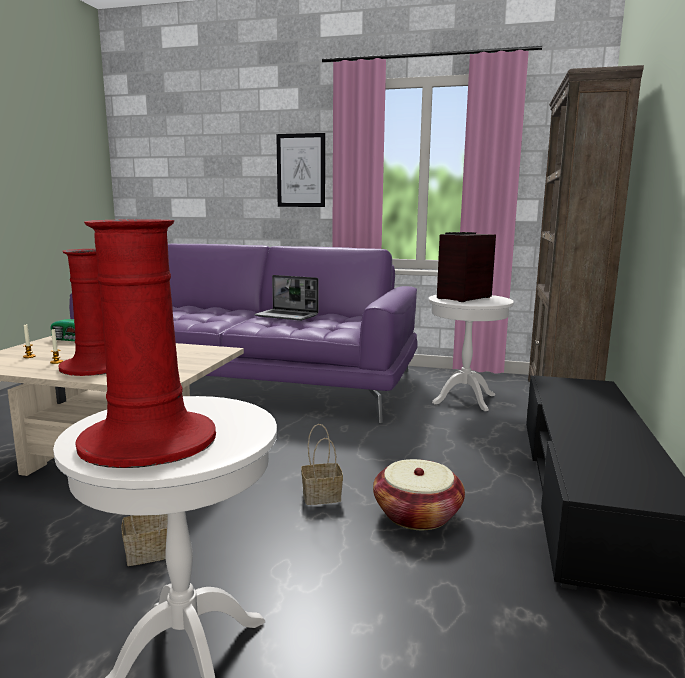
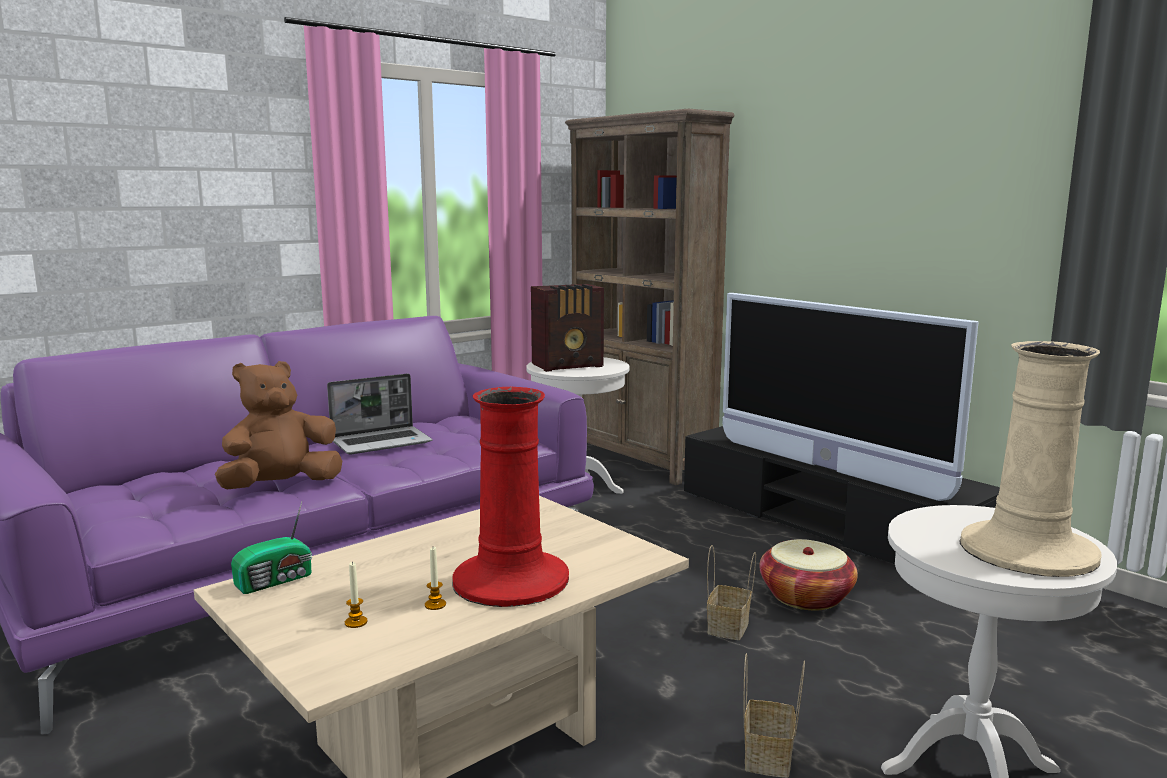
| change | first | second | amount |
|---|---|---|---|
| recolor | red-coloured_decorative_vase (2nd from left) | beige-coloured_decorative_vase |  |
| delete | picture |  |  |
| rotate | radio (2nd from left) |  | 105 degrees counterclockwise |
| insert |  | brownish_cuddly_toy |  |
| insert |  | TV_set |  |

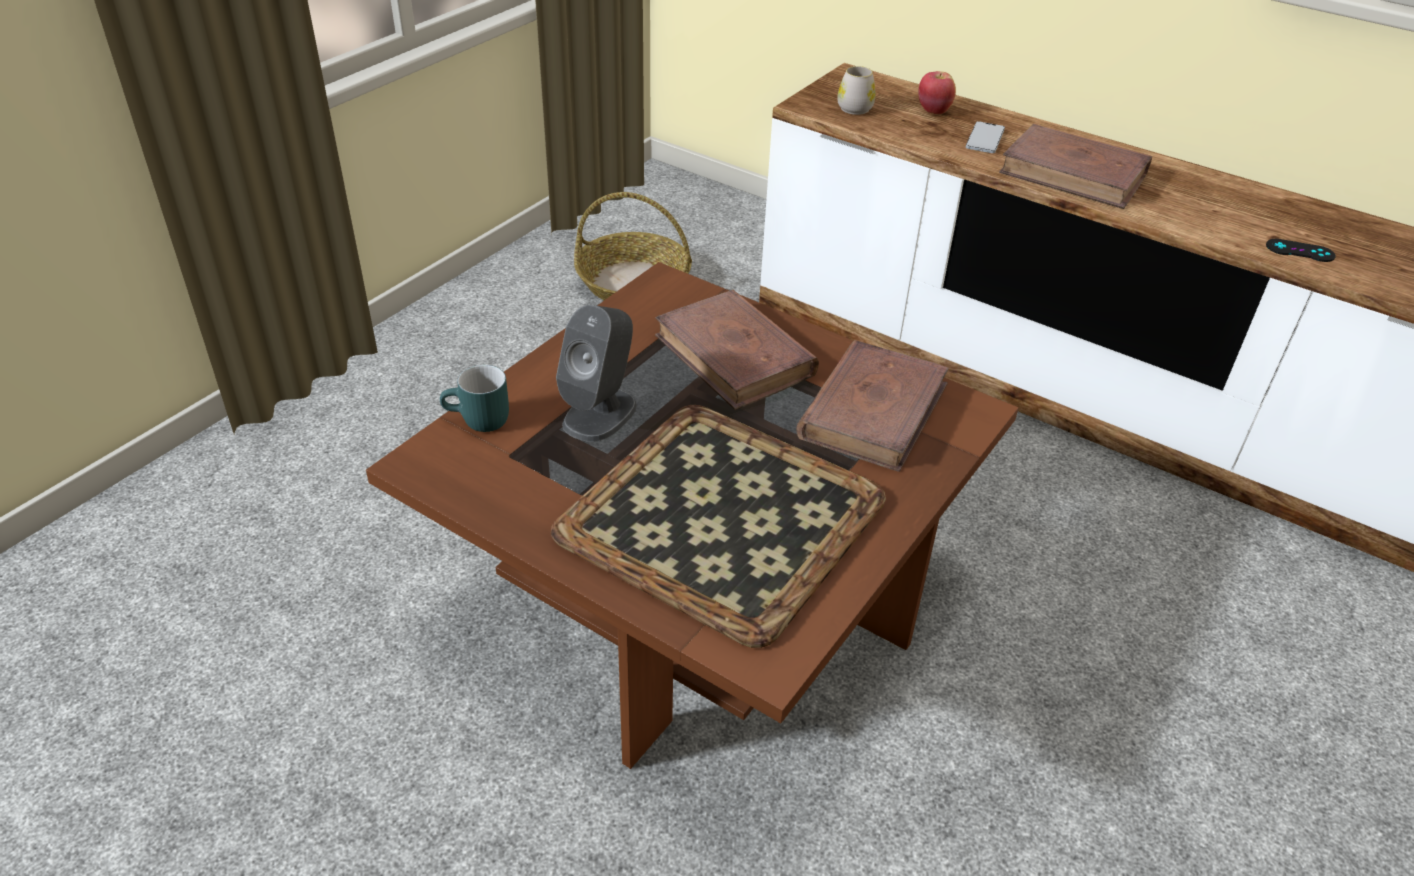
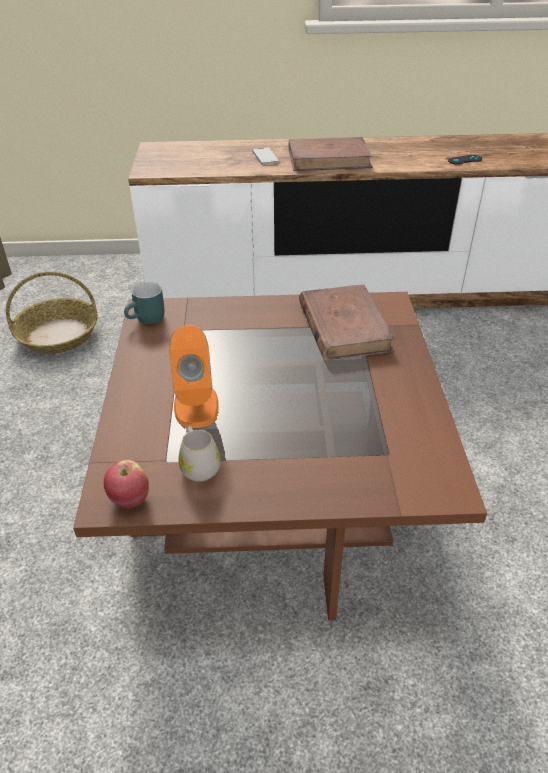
| change | first | second | amount |
|---|---|---|---|
| move | blue-green_mug |  |  |
| delete | serving_tray |  |  |
| recolor | gray_audio_speaker | orange-coloured_audio_speaker |  |
| delete | brownish_book (1st from left) |  |  |
| move | white_mug |  |  |
| move | apple |  |  |

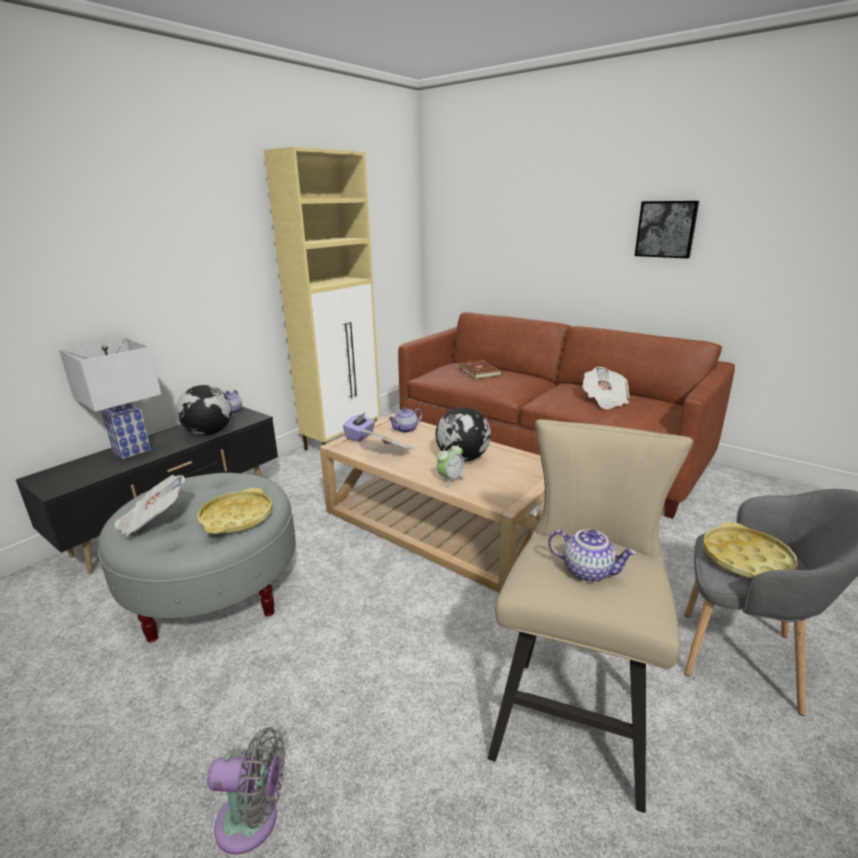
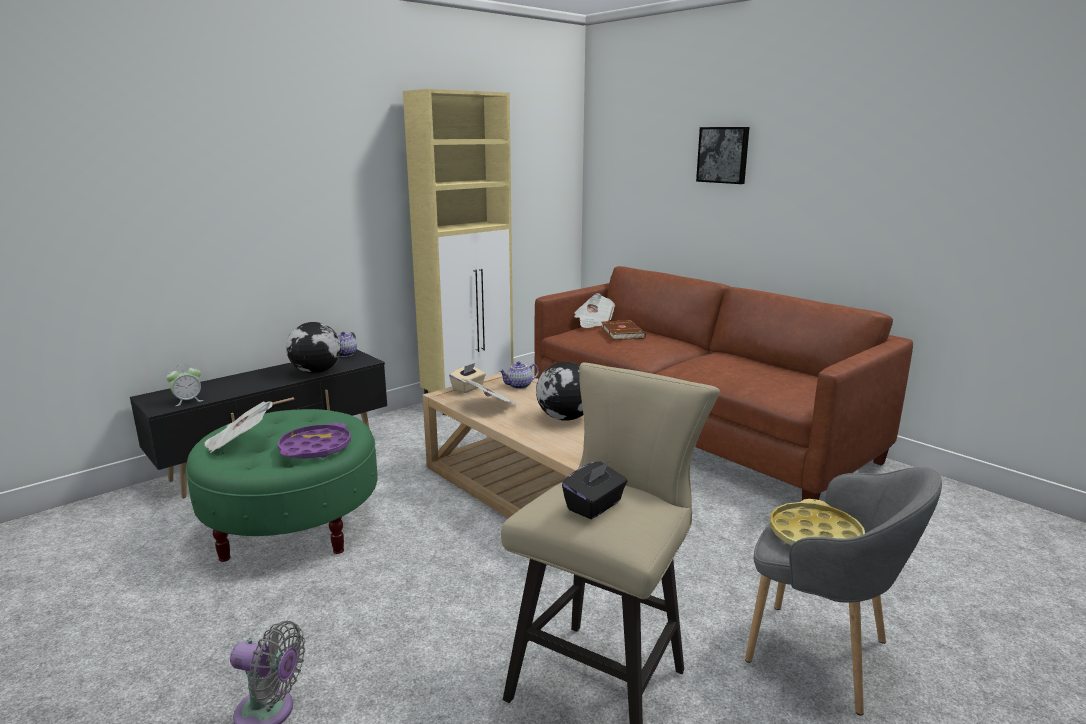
| change | first | second | amount |
|---|---|---|---|
| delete | white_table_lamp |  |  |
| recolor | gray_pouffe | greenish_pouffe |  |
| recolor | yellow-coloured_serving_tray (1st from left) | purple_serving_tray |  |
| recolor | purple_tissue_box | beige-coloured_tissue_box |  |
| move | table_clock |  |  |
| replace | pot_for_tea (3rd from left) | blackish_tissue_box |  |
| move | daily_paper (3rd from left) |  |  |
| move | picture |  |  |

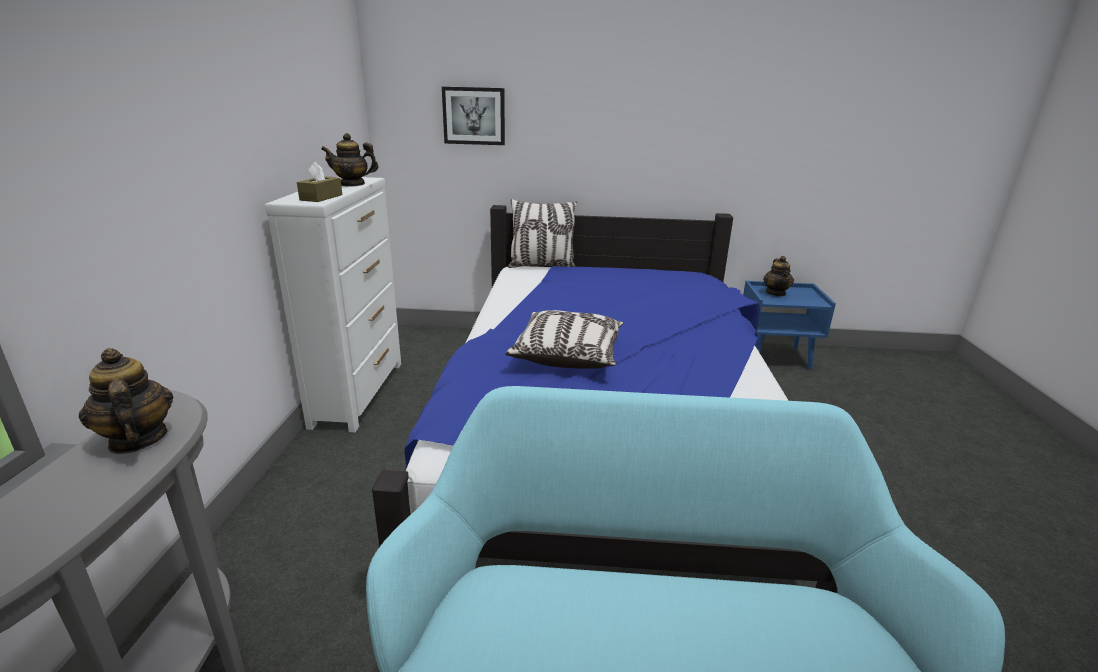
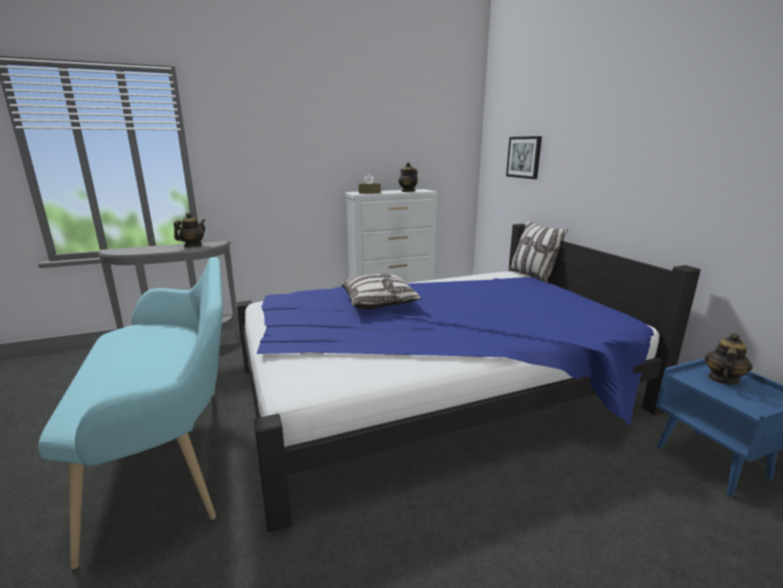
| change | first | second | amount |
|---|---|---|---|
| rotate | pot_for_tea (3rd from left) |  | 150 degrees clockwise |

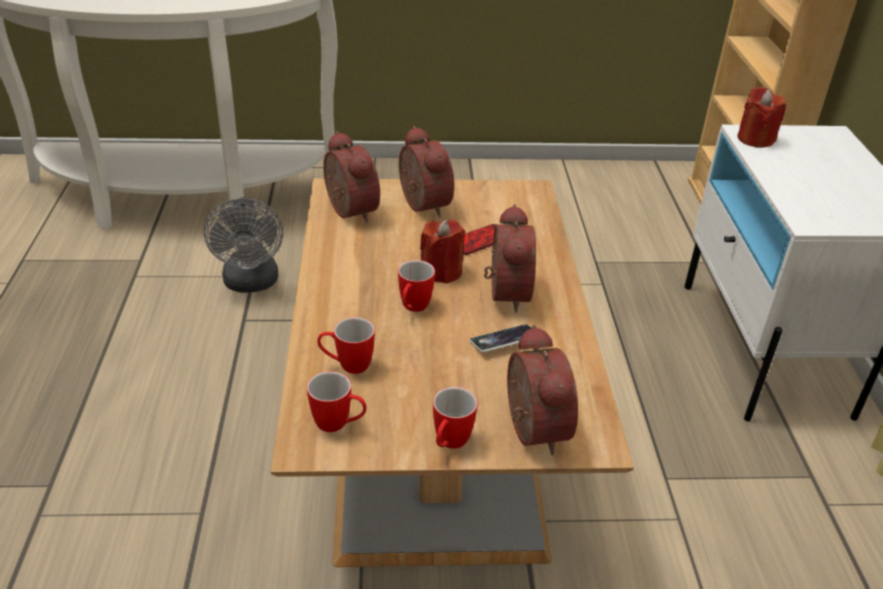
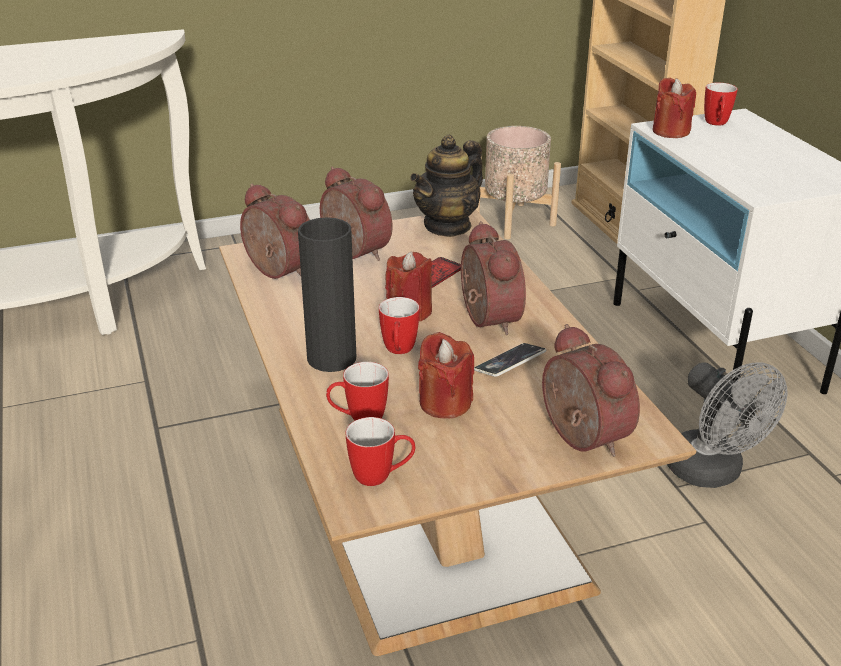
| change | first | second | amount |
|---|---|---|---|
| move | gray_electric_fan |  |  |
| move | mug (4th from left) |  |  |
| insert |  | blackish_decorative_vase |  |
| insert |  | pot_for_tea |  |
| insert |  | red-coloured_wax_light (2nd from left) |  |
| insert |  | beige-coloured_flower_pot |  |

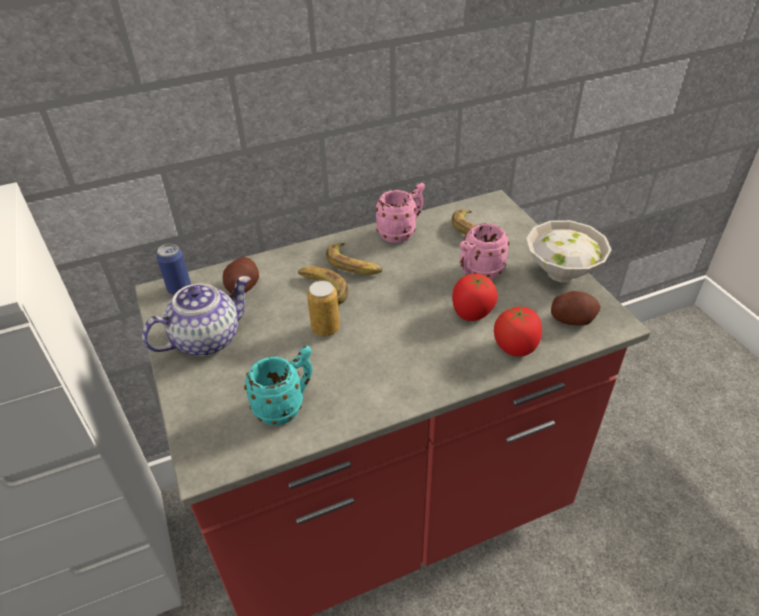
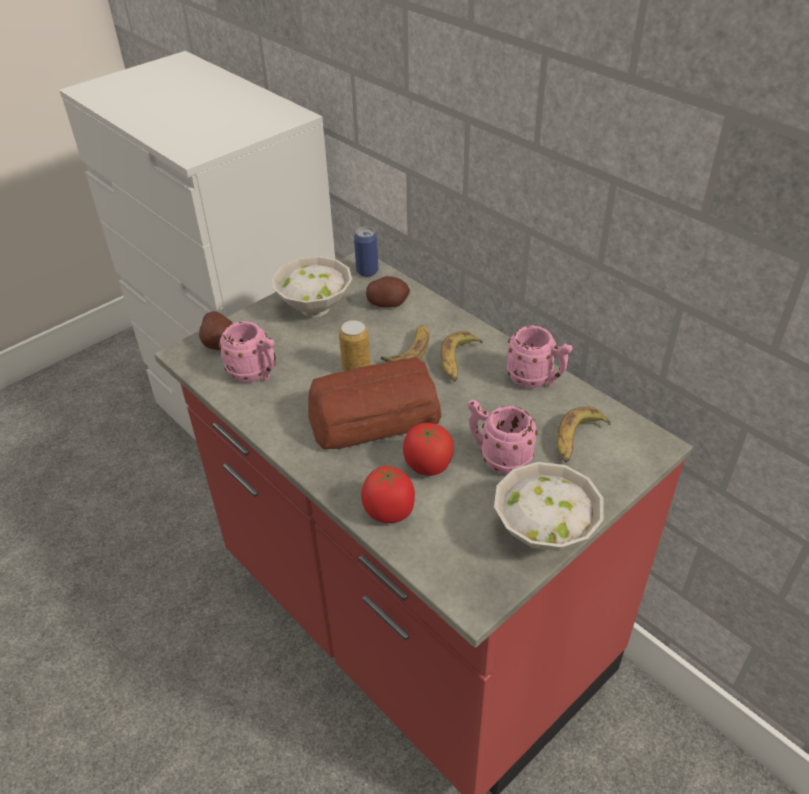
| change | first | second | amount |
|---|---|---|---|
| replace | pot_for_tea | white_bowl (1st from left) |  |
| recolor | blue-green_mug | pink-coloured_mug (1st from left) |  |
| move | spud (2nd from left in the first image) | spud (1st from left) |  |
| insert |  | baked_bread |  |

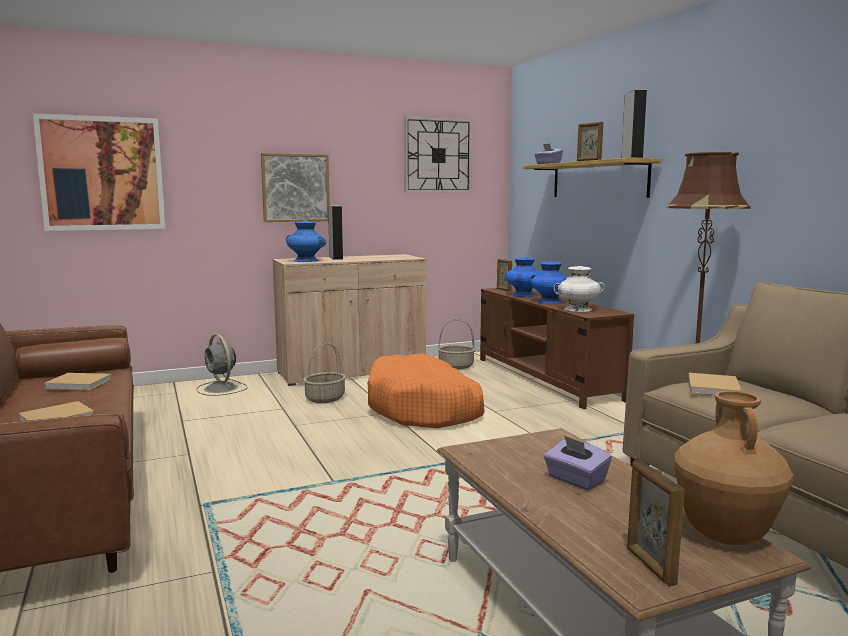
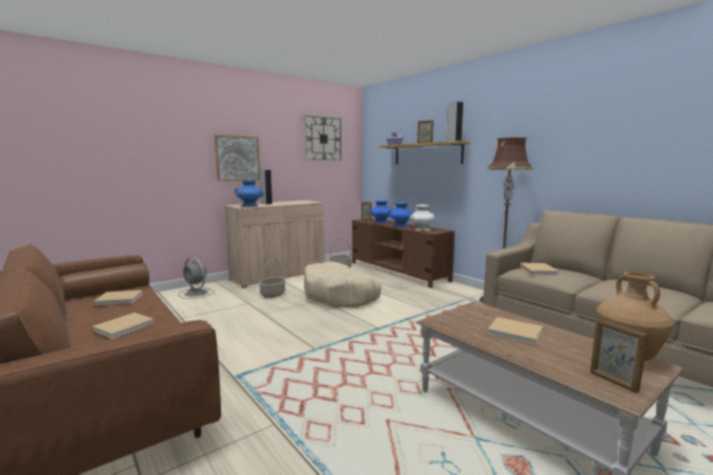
| change | first | second | amount |
|---|---|---|---|
| delete | picture (1st from left) |  |  |
| recolor | orange-coloured_dog_cushion | beige-coloured_dog_cushion |  |
| replace | purple_tissue_box (2nd from left) | beige-coloured_book (3rd from left) |  |

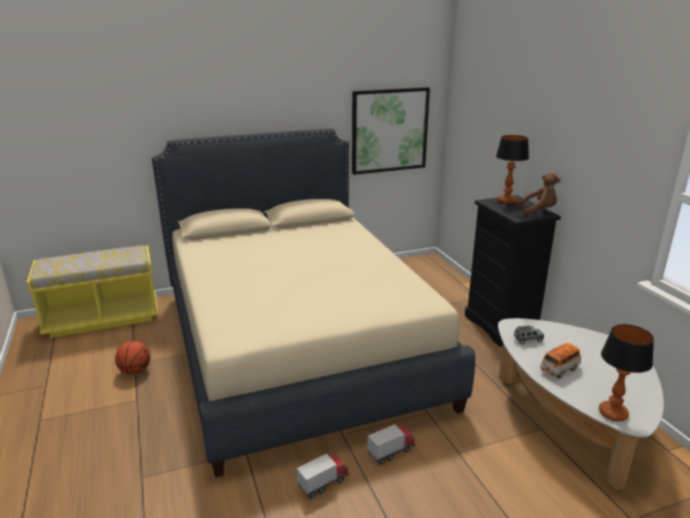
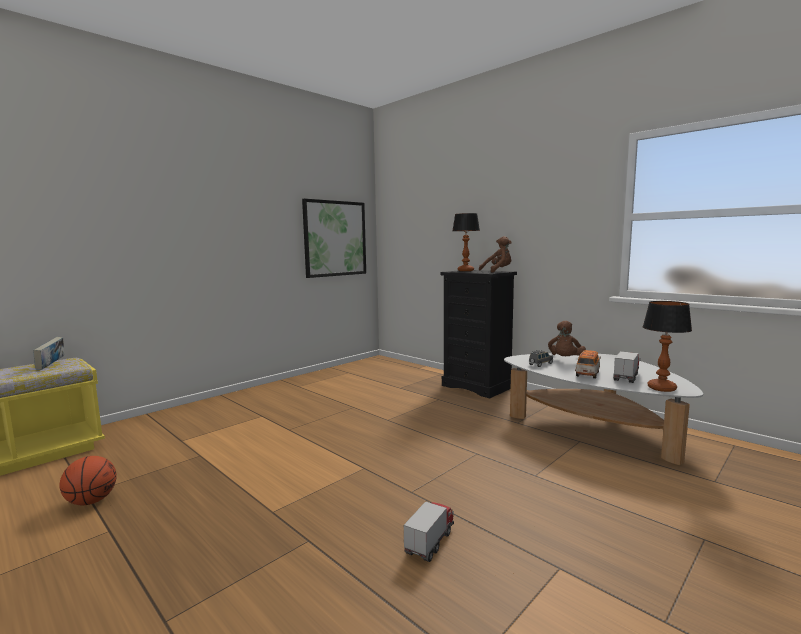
| change | first | second | amount |
|---|---|---|---|
| delete | beige-coloured_bed |  |  |
| move | toy_truck (2nd from left) |  |  |
| insert |  | book |  |
| insert |  | brownish_cuddly_toy (2nd from left) |  |

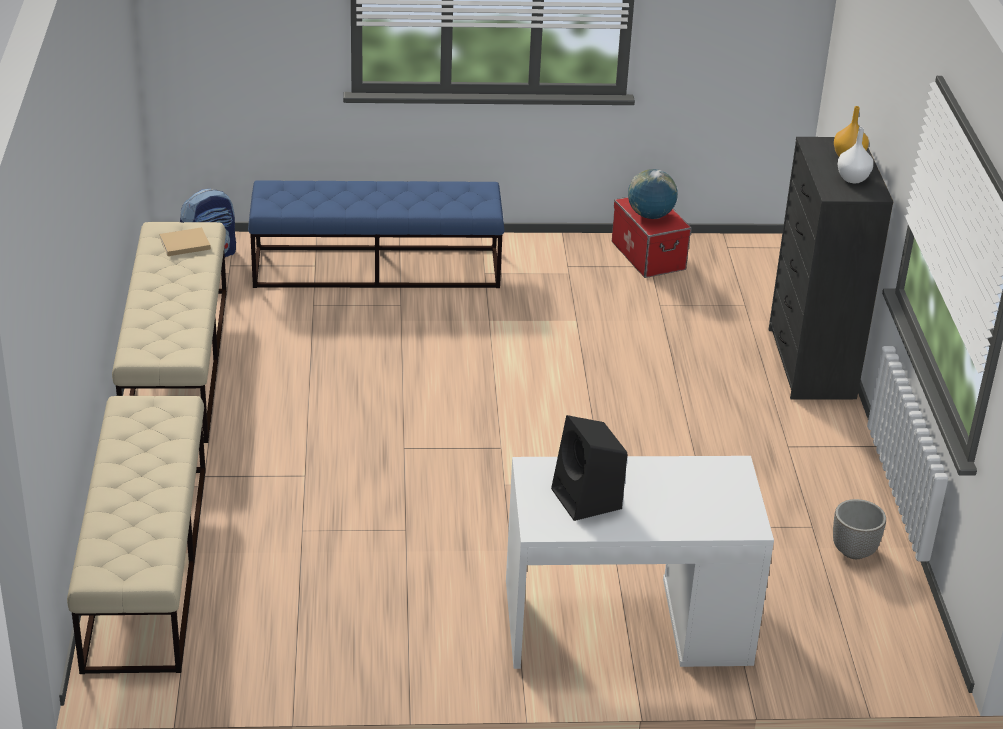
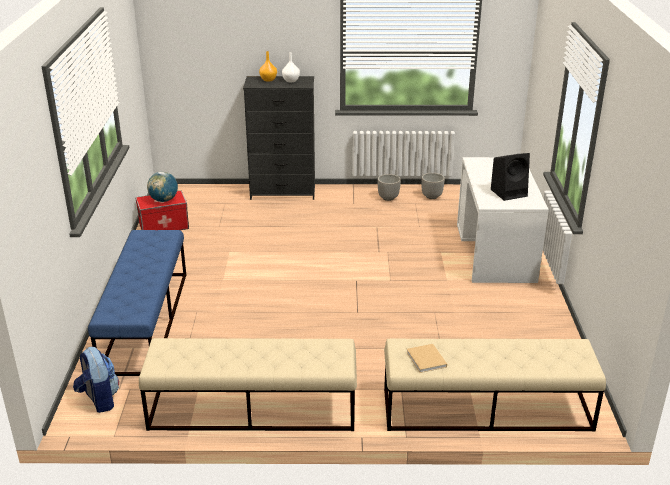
| change | first | second | amount |
|---|---|---|---|
| move | beige-coloured_book |  |  |
| insert |  | flower_pot (1st from left) |  |

